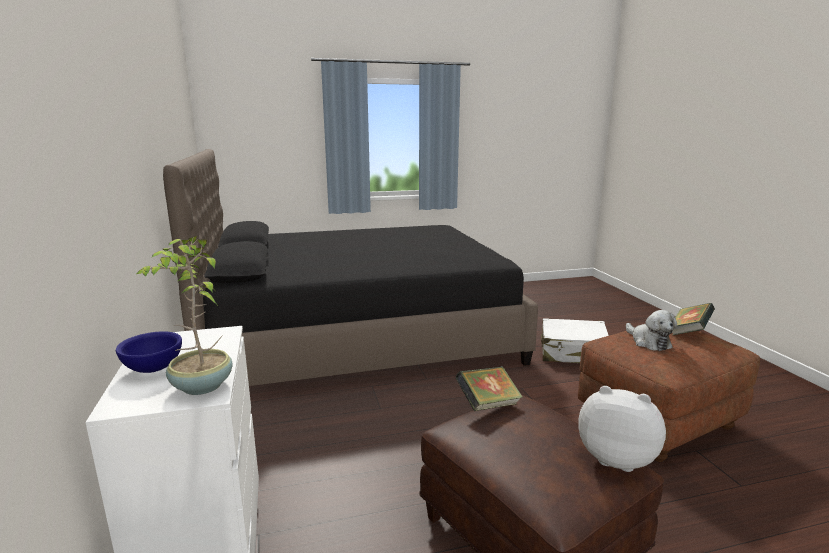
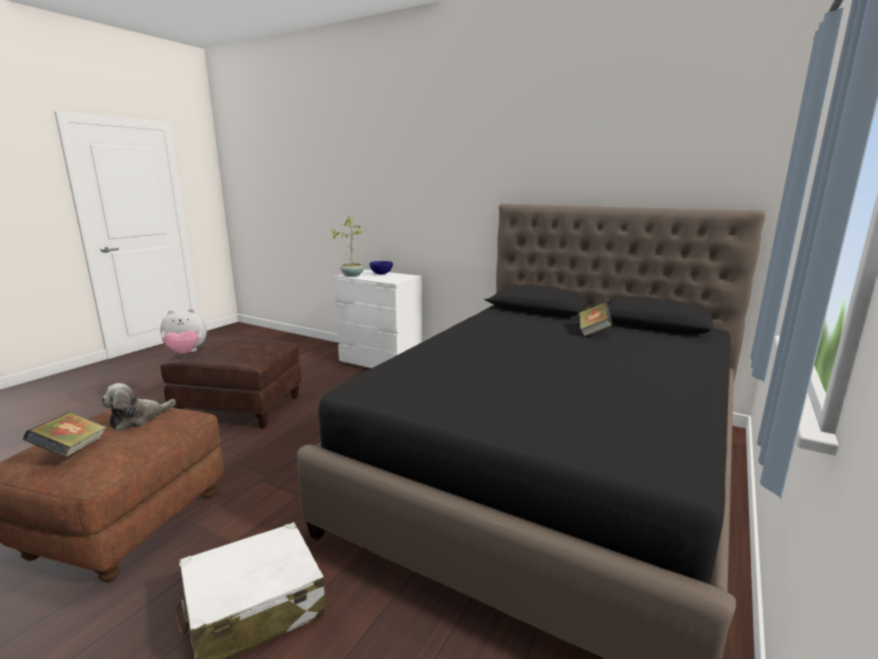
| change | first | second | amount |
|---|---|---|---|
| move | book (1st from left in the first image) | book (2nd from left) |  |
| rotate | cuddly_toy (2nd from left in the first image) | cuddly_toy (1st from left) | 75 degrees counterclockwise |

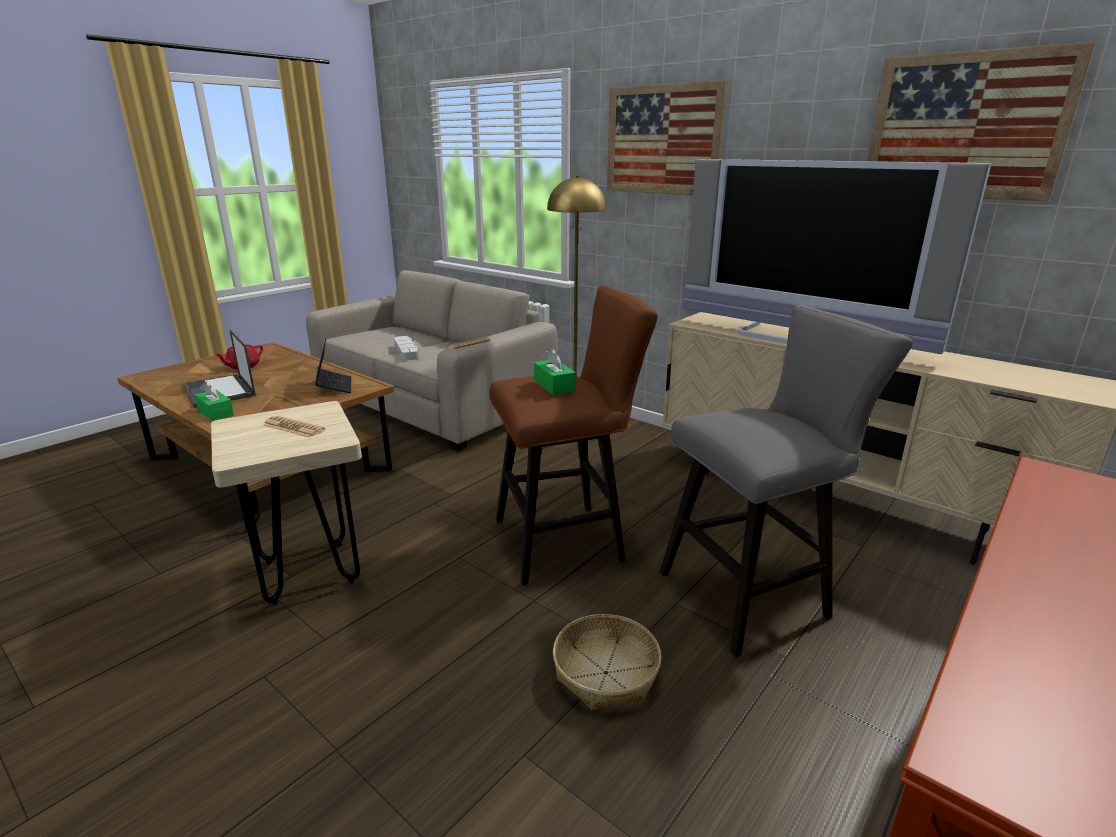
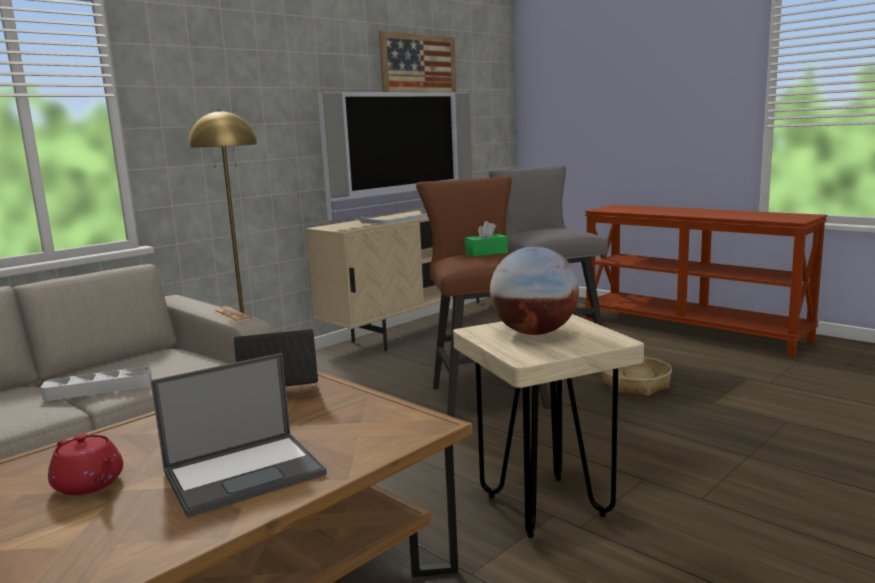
| change | first | second | amount |
|---|---|---|---|
| delete | greenish_tissue_box (1st from left) |  |  |
| replace | daily_paper (1st from left) | globe |  |
| delete | picture (1st from left) |  |  |

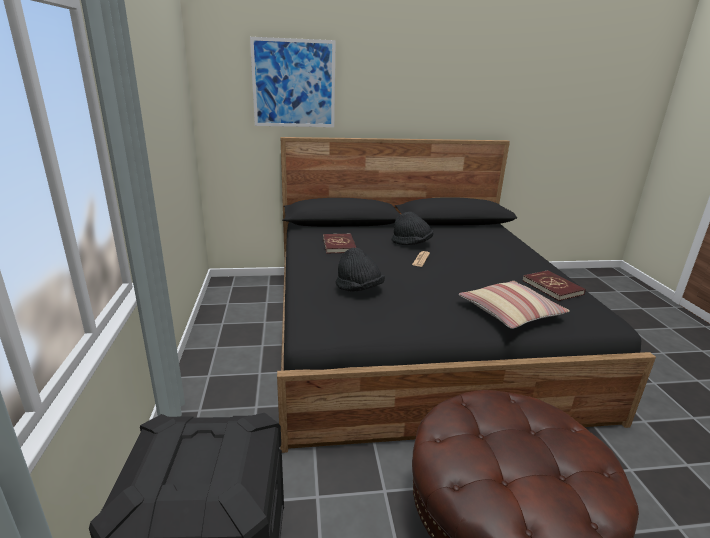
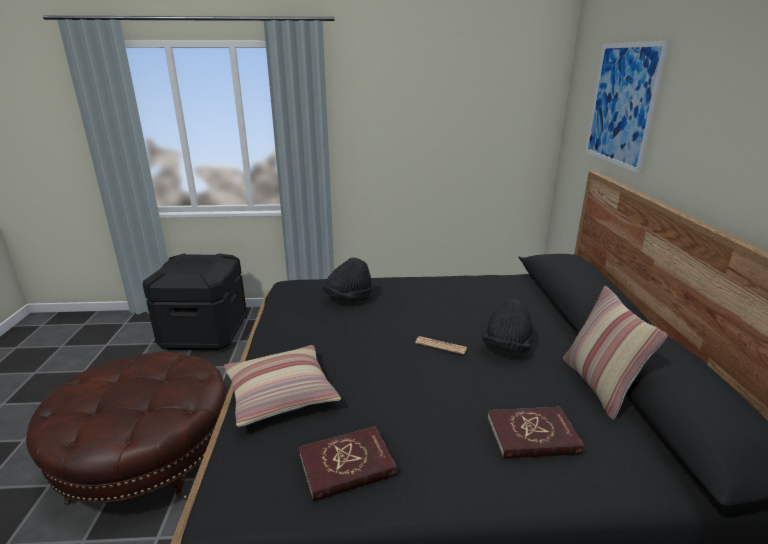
| change | first | second | amount |
|---|---|---|---|
| move | red-coloured_book (1st from left in the first image) | red-coloured_book (2nd from left) |  |
| insert |  | pillow (2nd from left) |  |

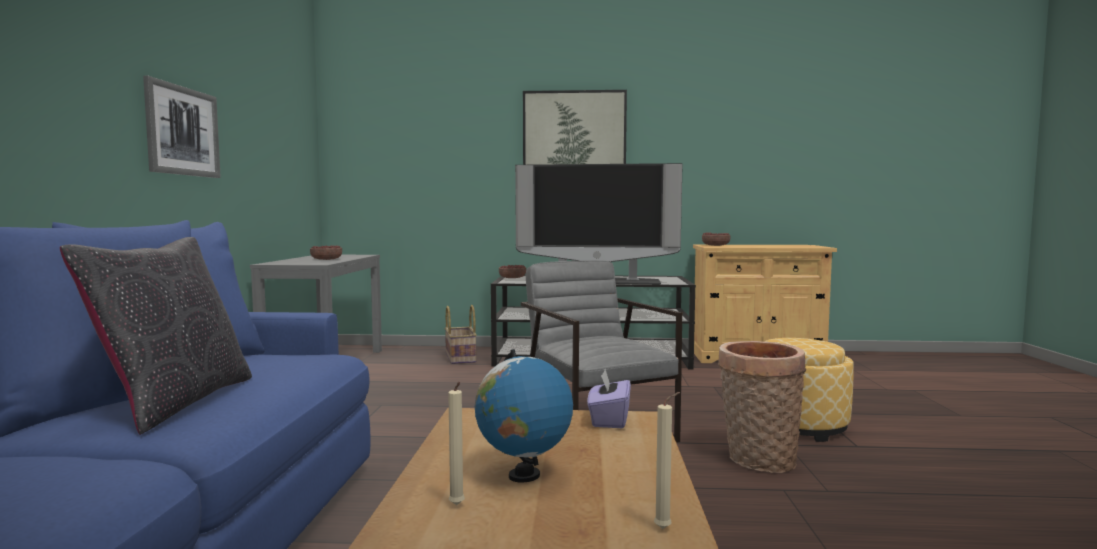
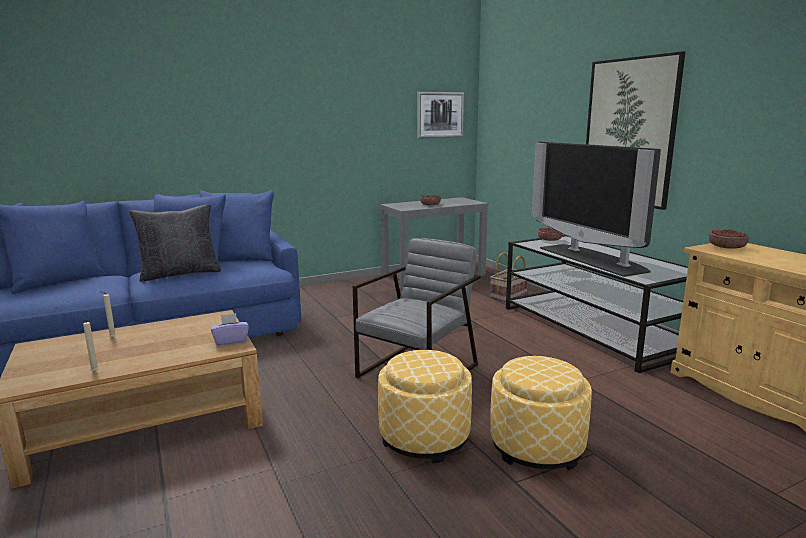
| change | first | second | amount |
|---|---|---|---|
| move | picture (1st from left) |  |  |
| delete | globe |  |  |
| replace | household_basket (2nd from left) | pouffe (1st from left) |  |

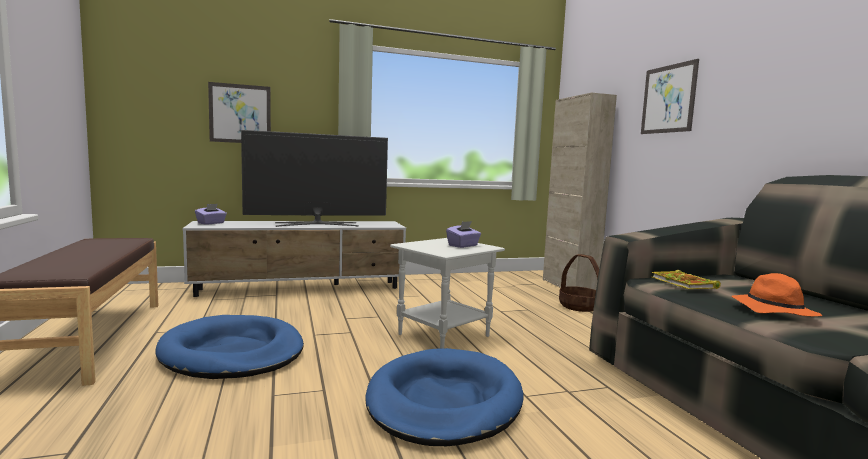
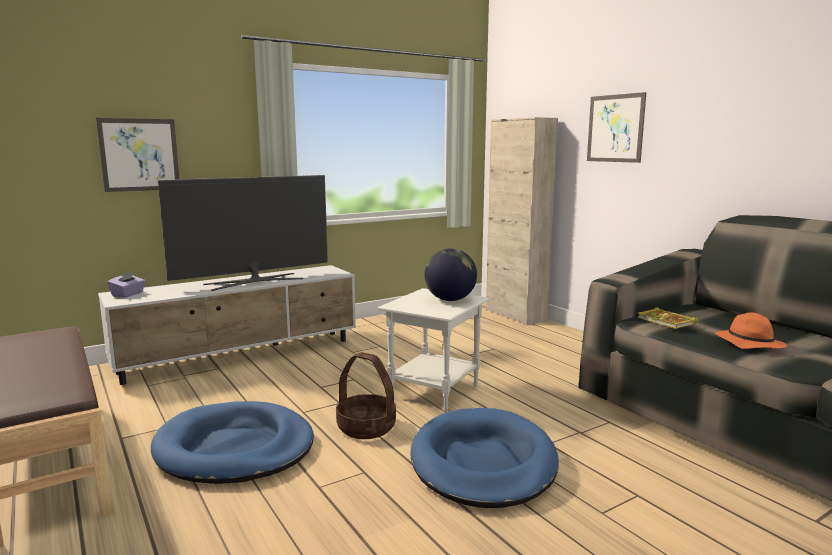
| change | first | second | amount |
|---|---|---|---|
| replace | purple_tissue_box (2nd from left) | globe |  |
| move | household_basket |  |  |

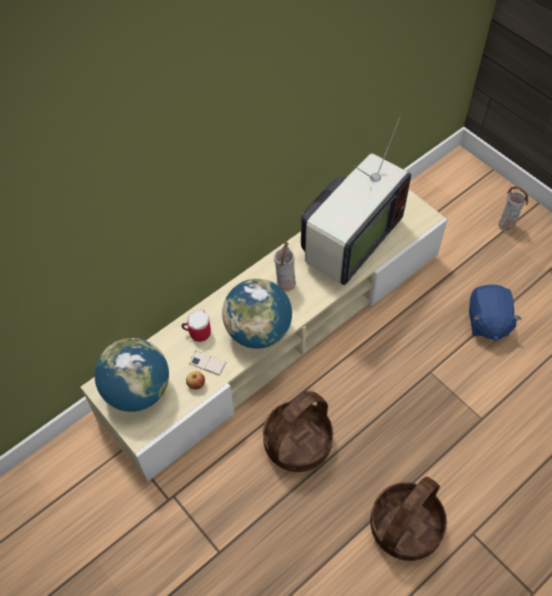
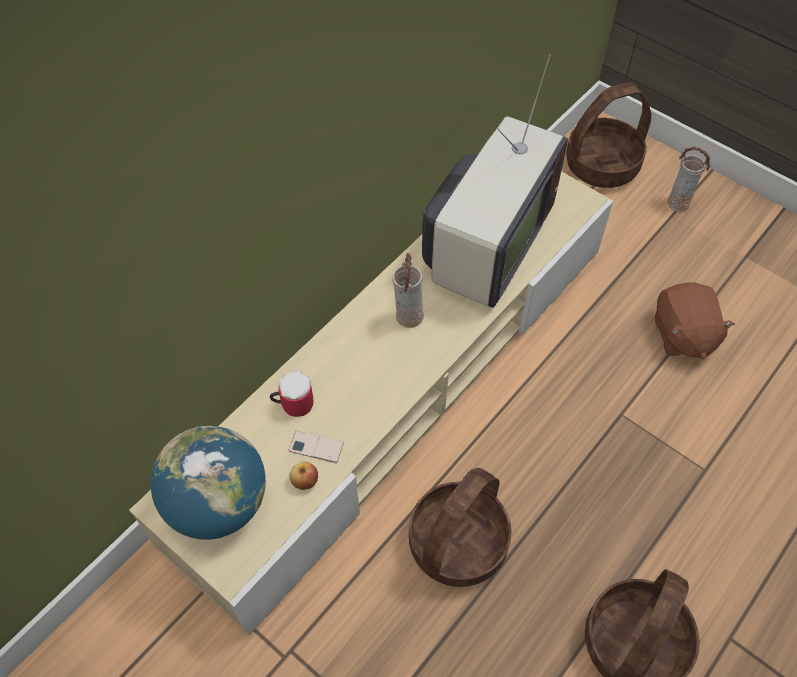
| change | first | second | amount |
|---|---|---|---|
| delete | globe (2nd from left) |  |  |
| recolor | bluish_cuddly_toy | brownish_cuddly_toy |  |
| insert |  | household_basket (2nd from left) |  |

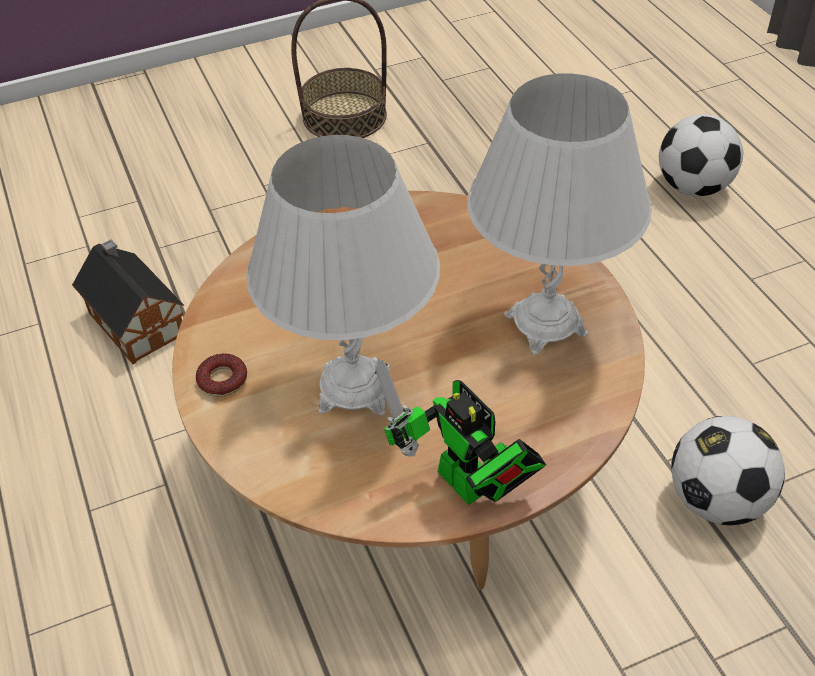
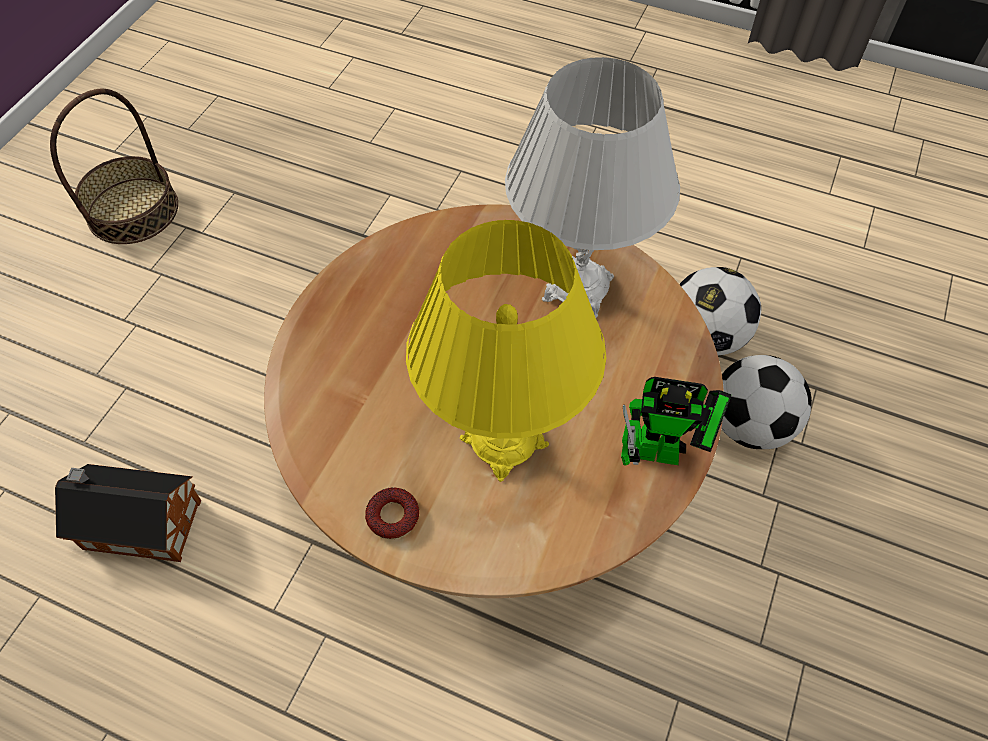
| change | first | second | amount |
|---|---|---|---|
| recolor | white_table_lamp (1st from left) | yellow-coloured_table_lamp |  |
| move | ball_for_football (1st from left in the first image) | ball_for_football (2nd from left) |  |

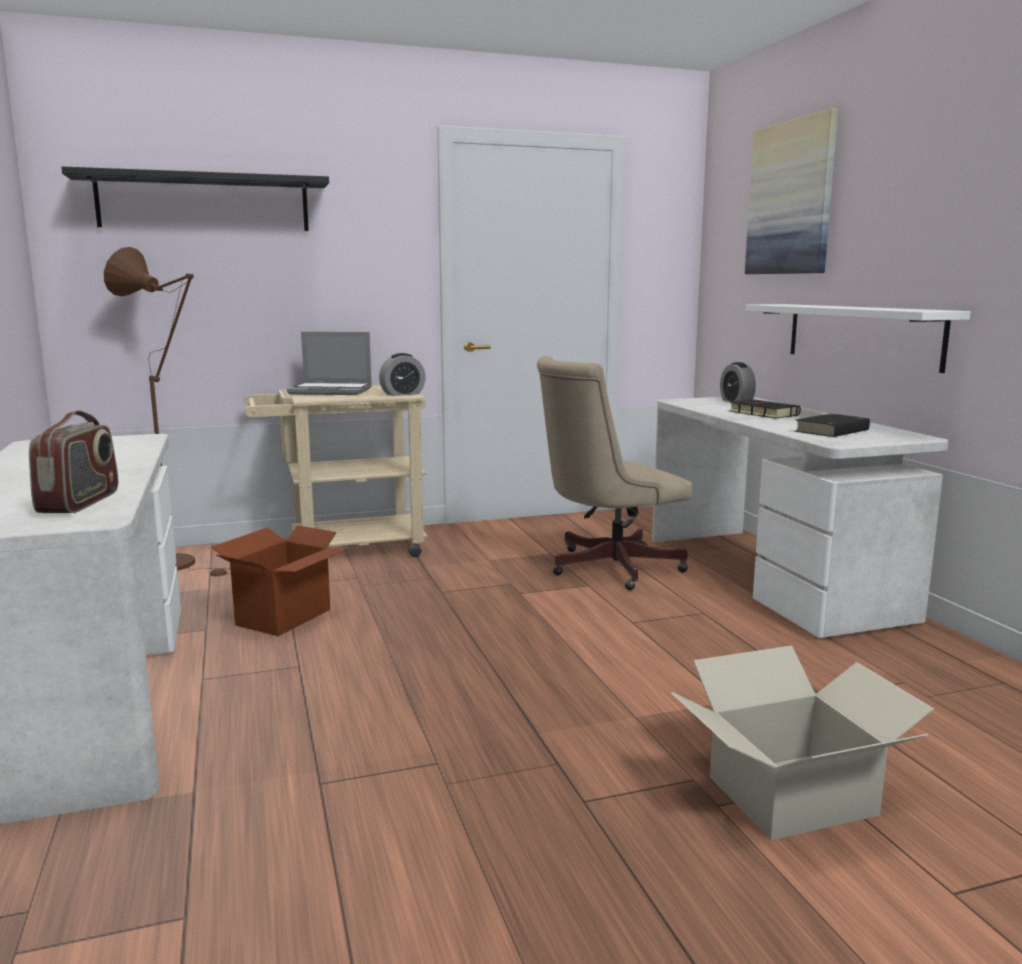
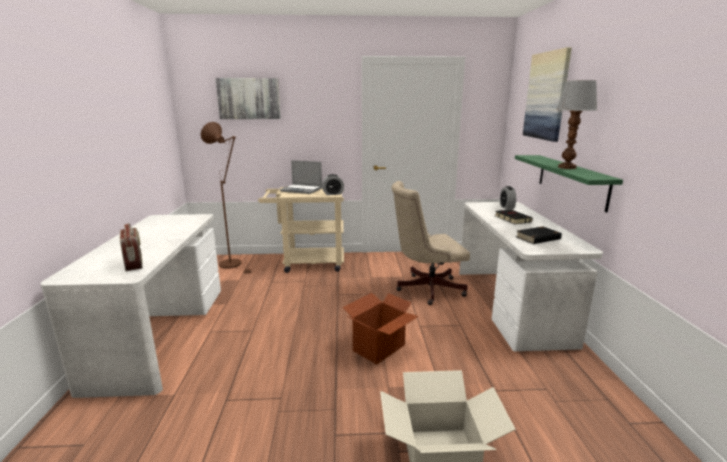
| change | first | second | amount |
|---|---|---|---|
| rotate | radio |  | 45 degrees counterclockwise |
| replace | blackish_bracket_shelf | picture (1st from left) |  |
| move | cardboard_box (1st from left) |  |  |
| recolor | white_bracket_shelf | greenish_bracket_shelf |  |
| insert |  | table_lamp |  |

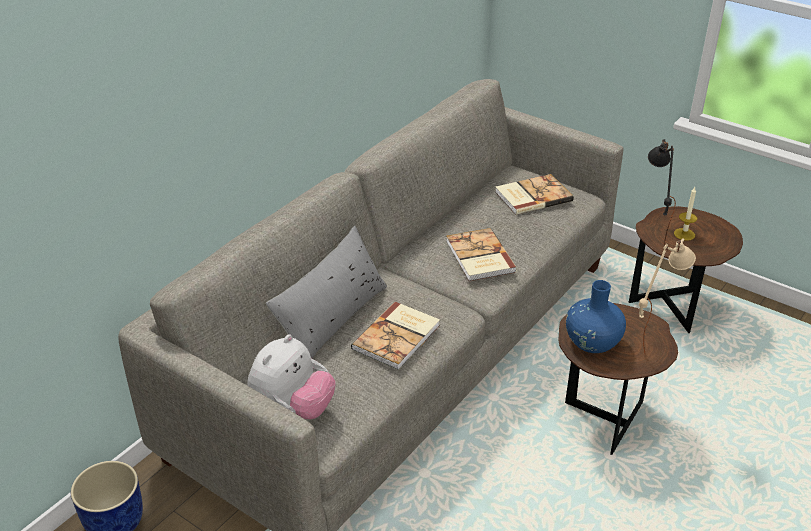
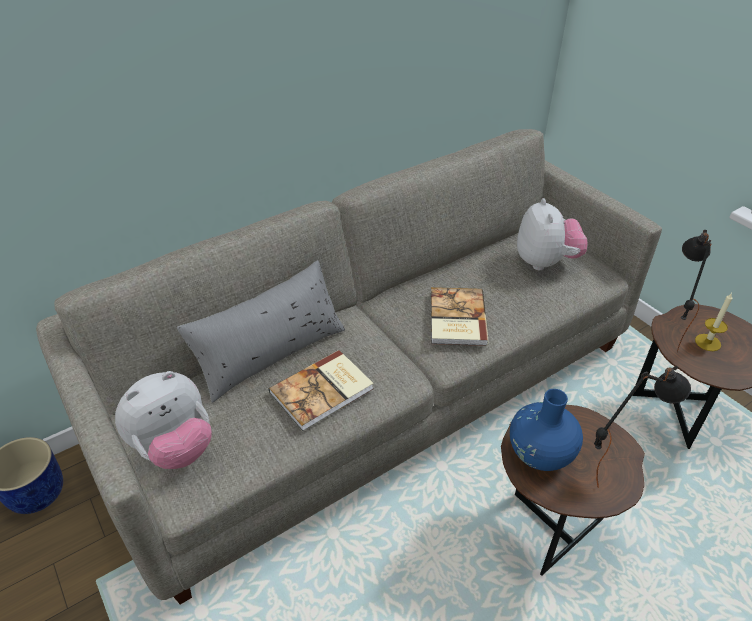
| change | first | second | amount |
|---|---|---|---|
| replace | book (3rd from left) | cuddly_toy (2nd from left) |  |
| recolor | beige-coloured_table_lamp | blackish_table_lamp (1st from left) |  |

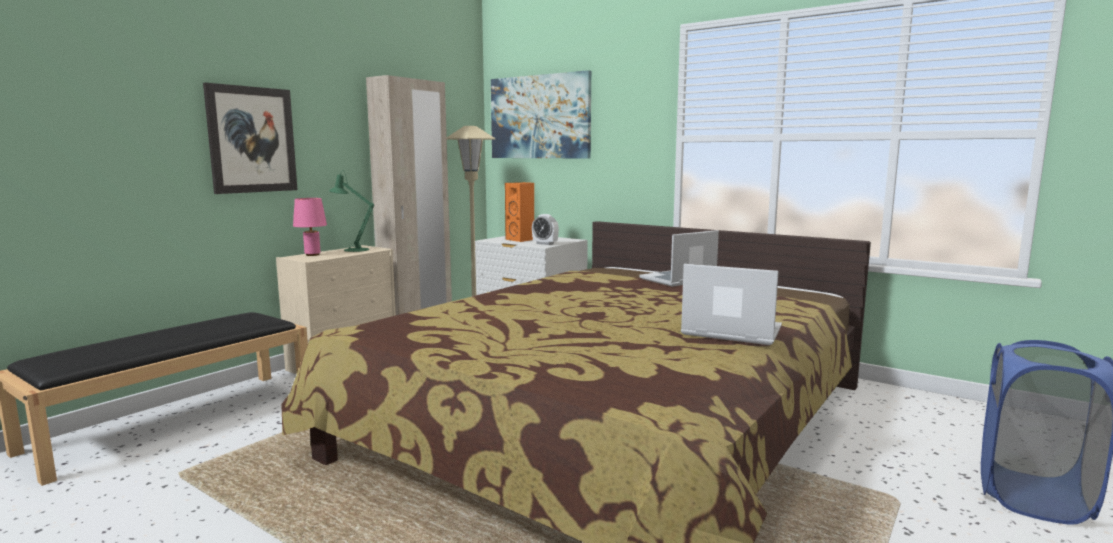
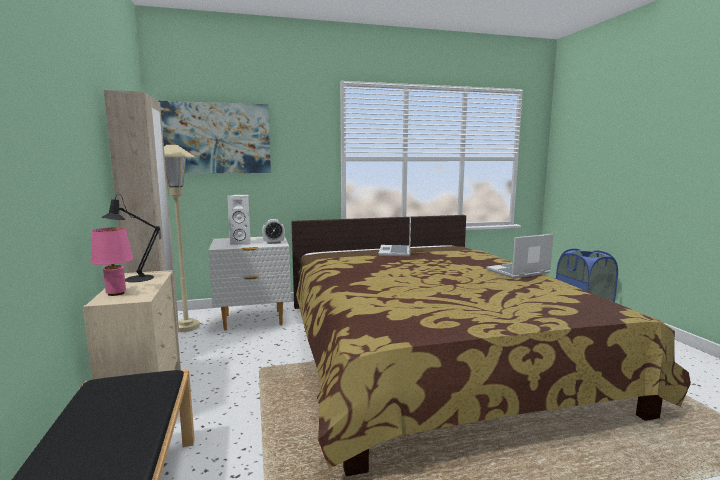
| change | first | second | amount |
|---|---|---|---|
| delete | picture (1st from left) |  |  |
| recolor | greenish_table_lamp | blackish_table_lamp |  |
| recolor | orange-coloured_audio_speaker | white_audio_speaker |  |

